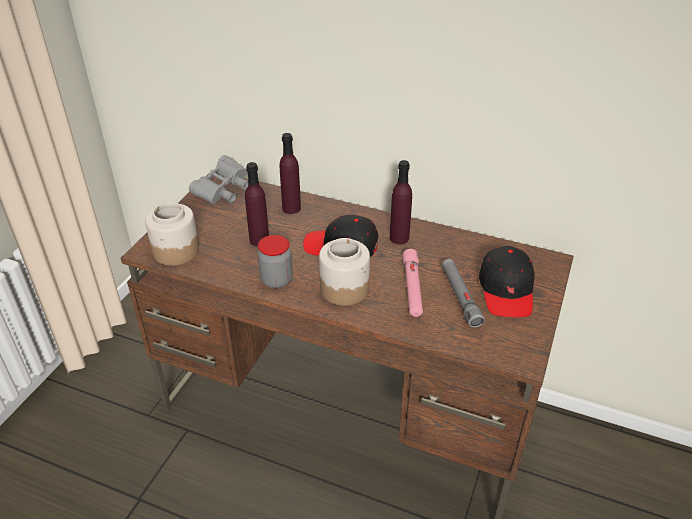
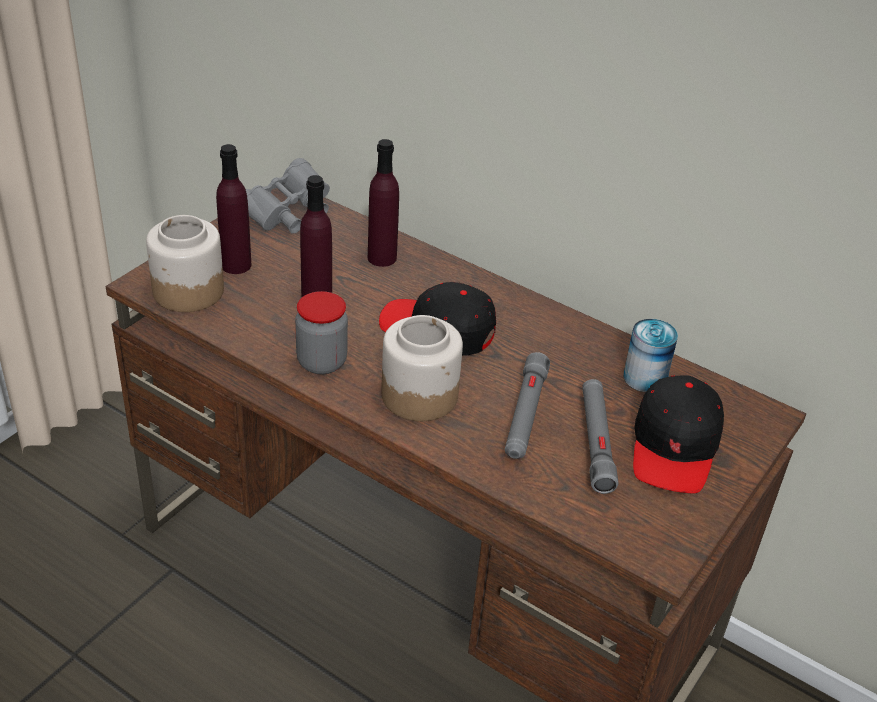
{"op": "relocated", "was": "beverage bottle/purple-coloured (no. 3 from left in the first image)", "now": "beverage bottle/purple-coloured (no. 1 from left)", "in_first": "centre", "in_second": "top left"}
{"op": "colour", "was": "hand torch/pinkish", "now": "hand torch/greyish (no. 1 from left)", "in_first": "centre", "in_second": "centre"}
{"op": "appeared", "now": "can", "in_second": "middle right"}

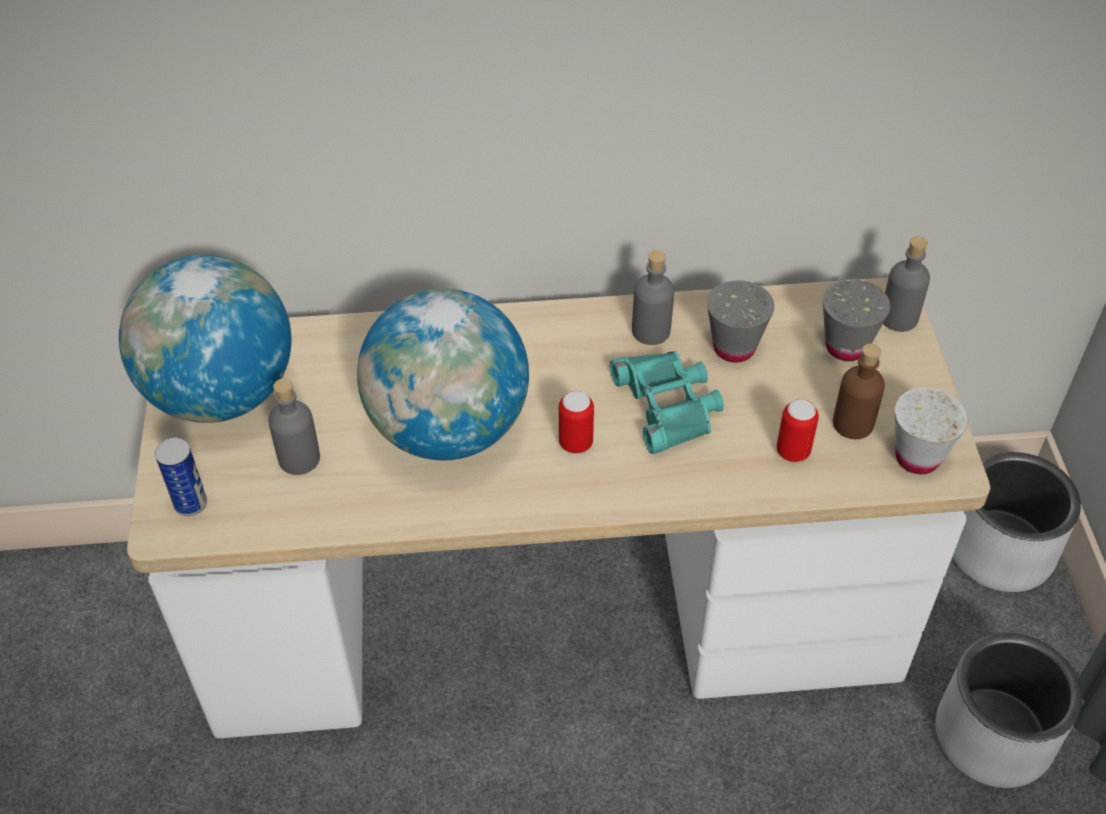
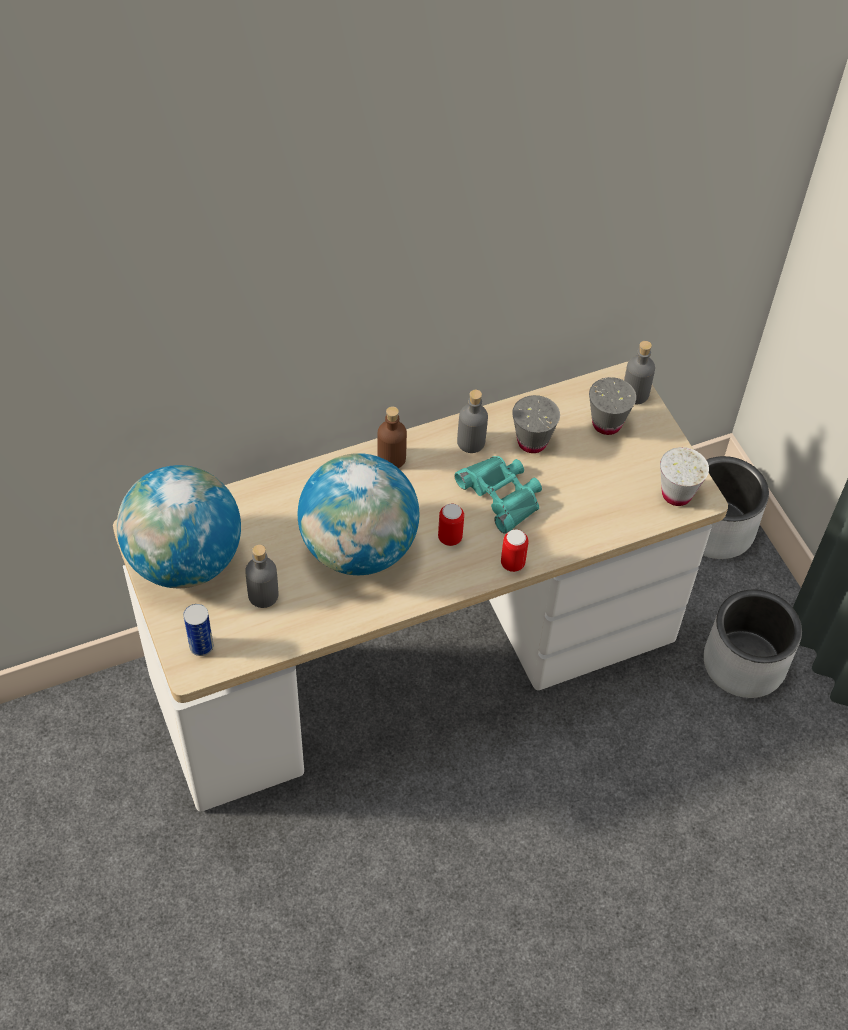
{"op": "relocated", "was": "can (no. 3 from left)", "in_first": "middle right", "in_second": "centre"}
{"op": "relocated", "was": "beverage bottle/brownish", "in_first": "middle right", "in_second": "centre"}

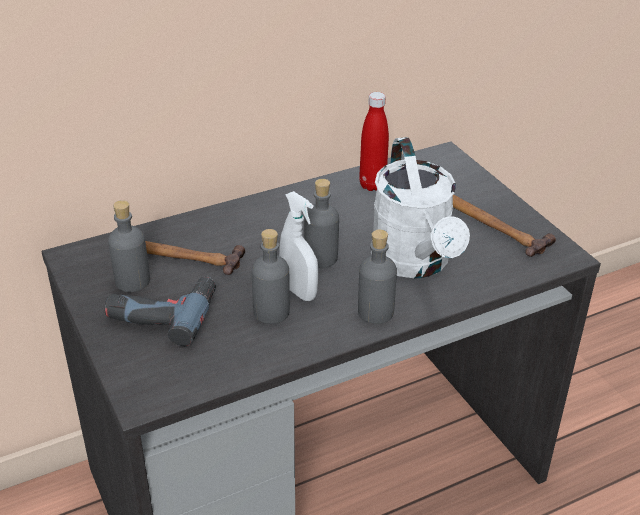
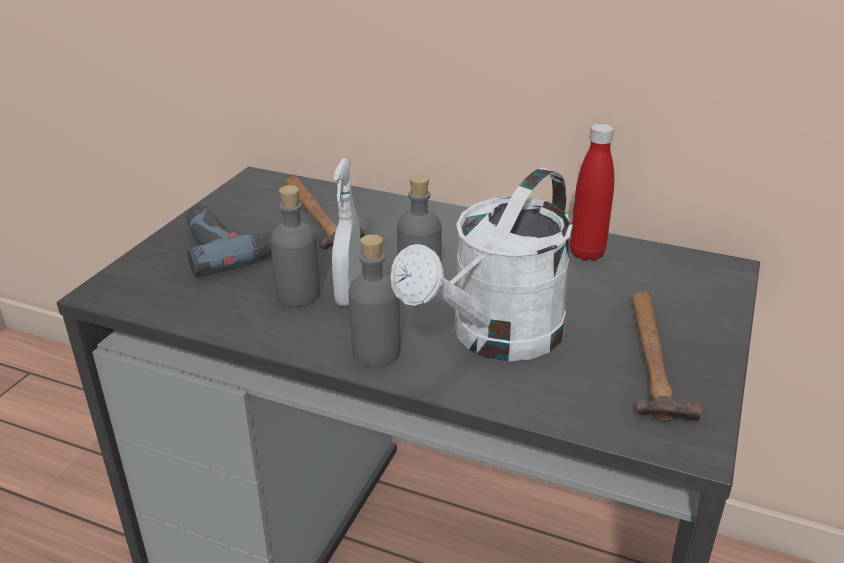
{"op": "missing", "was": "beverage bottle/greyish (no. 1 from left)", "in_first": "middle left"}

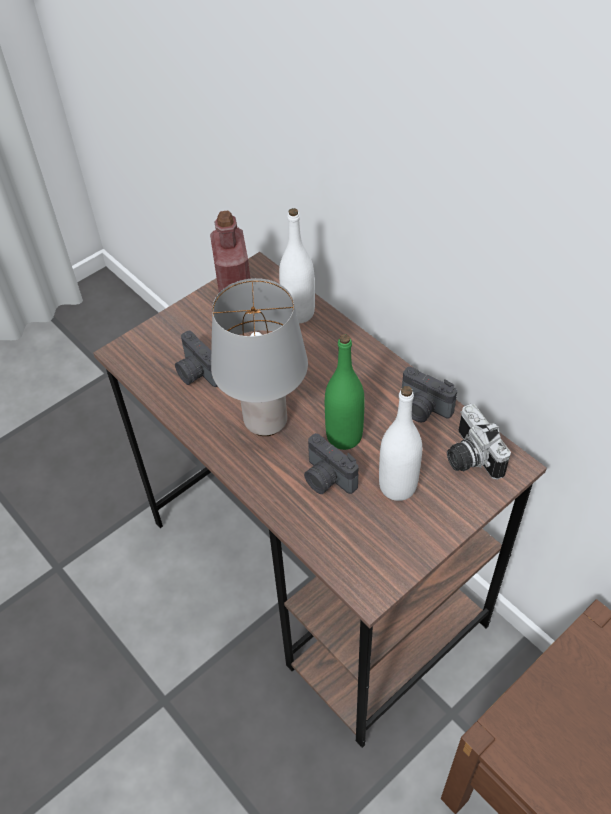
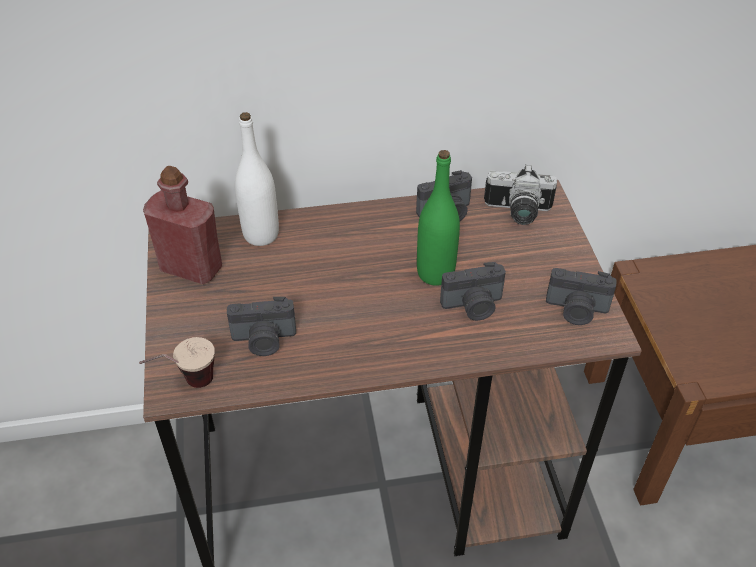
{"op": "missing", "was": "table lamp/greyish", "in_first": "centre"}
{"op": "missing", "was": "beverage bottle/white (no. 2 from left)", "in_first": "centre"}
{"op": "appeared", "now": "cup", "in_second": "middle left"}
{"op": "appeared", "now": "photo camera (no. 5 from left)", "in_second": "middle right"}

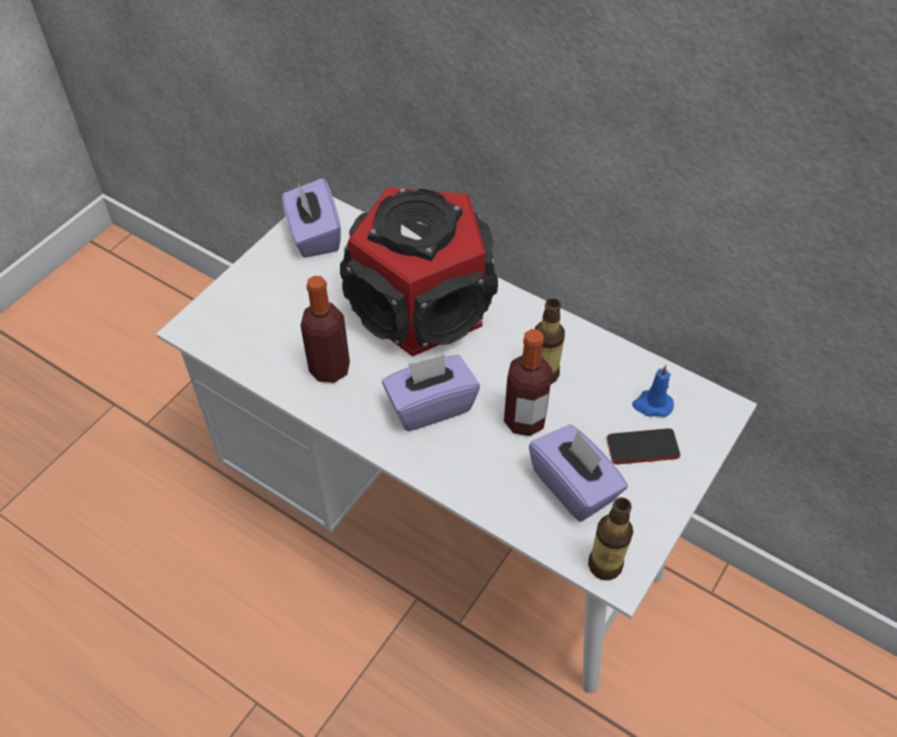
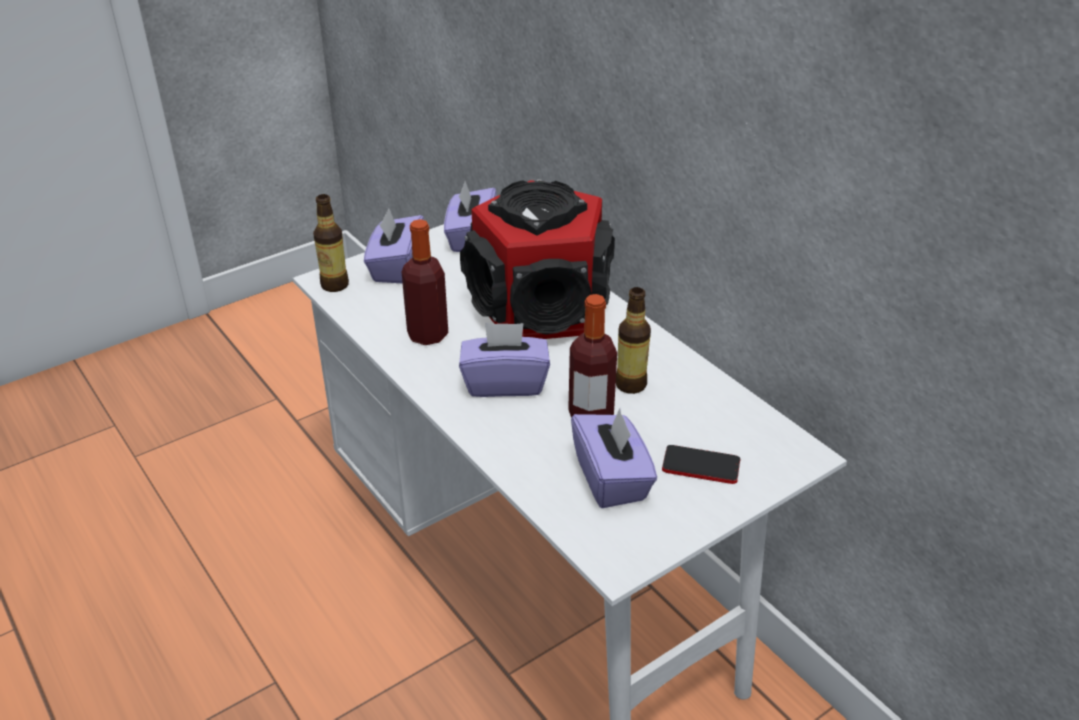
{"op": "relocated", "was": "beverage bottle (no. 4 from left in the first image)", "now": "beverage bottle (no. 1 from left)", "in_first": "bottom right", "in_second": "middle left"}
{"op": "missing", "was": "candle/bluish", "in_first": "middle right"}
{"op": "appeared", "now": "box of tissues/purple-coloured (no. 1 from left)", "in_second": "centre"}

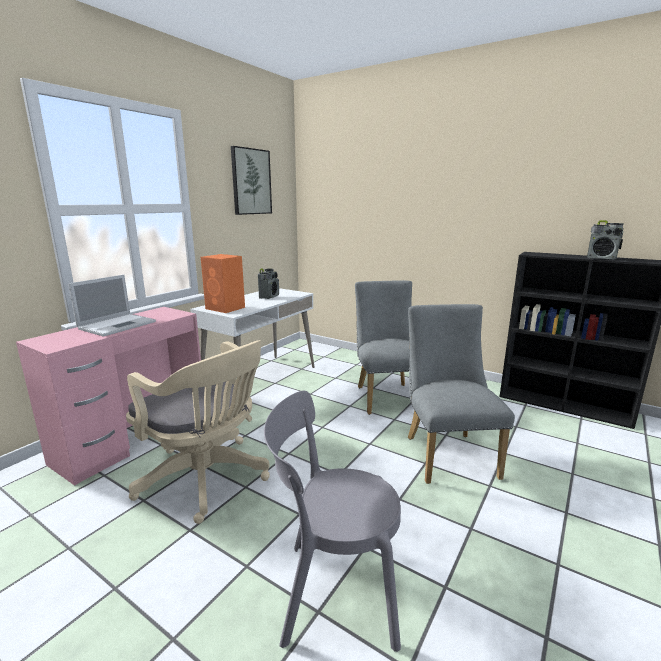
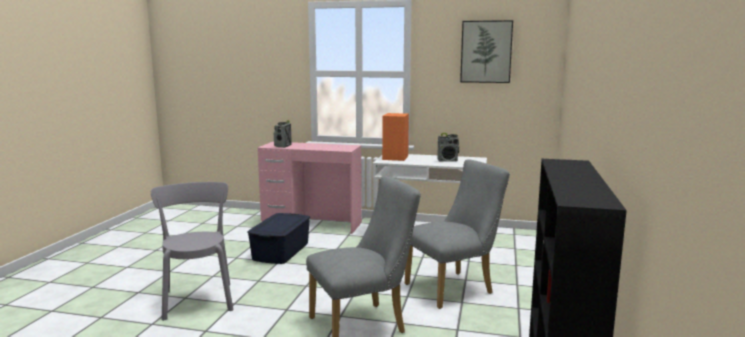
{"op": "missing", "was": "laptop", "in_first": "middle left"}
{"op": "exchanged", "was": "desk chair/beige-coloured", "now": "storage bin/bluish", "in_first": "middle left", "in_second": "bottom centre"}
{"op": "relocated", "was": "radio (no. 2 from left in the first image)", "now": "radio (no. 1 from left)", "in_first": "middle right", "in_second": "centre"}

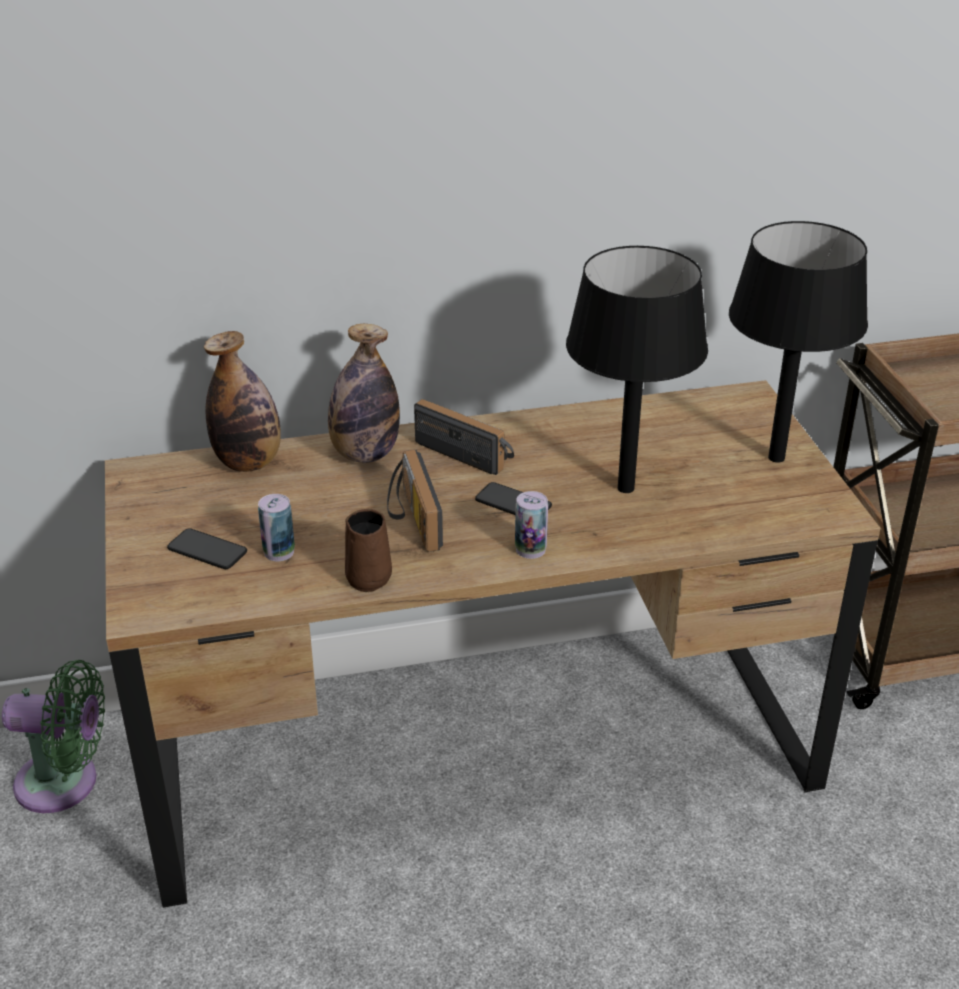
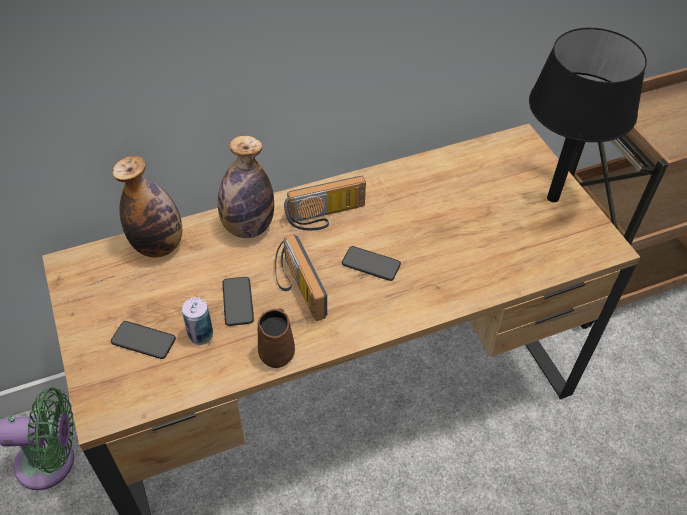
{"op": "spun", "was": "radio (no. 2 from left)", "in_first": "centre", "in_second": "centre", "clockwise": 135}
{"op": "missing", "was": "can (no. 2 from left)", "in_first": "centre"}
{"op": "missing", "was": "table lamp/black (no. 1 from left)", "in_first": "centre"}
{"op": "appeared", "now": "handset (no. 2 from left)", "in_second": "centre"}

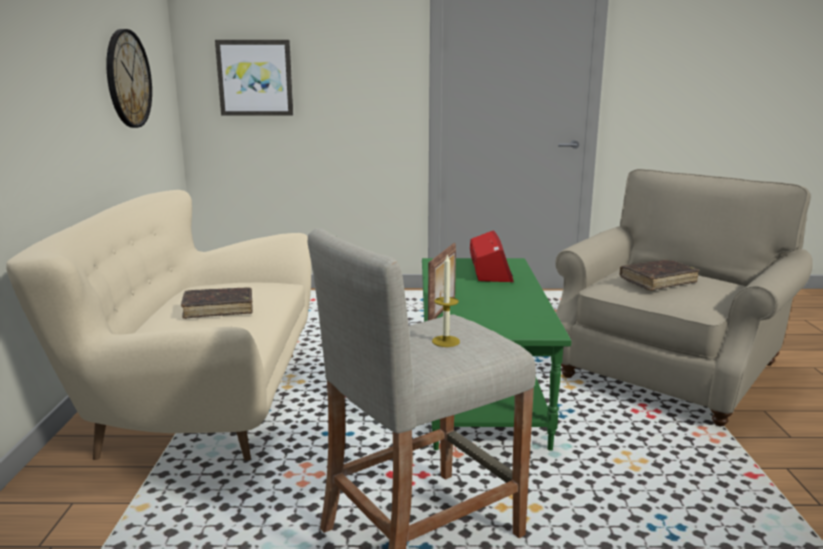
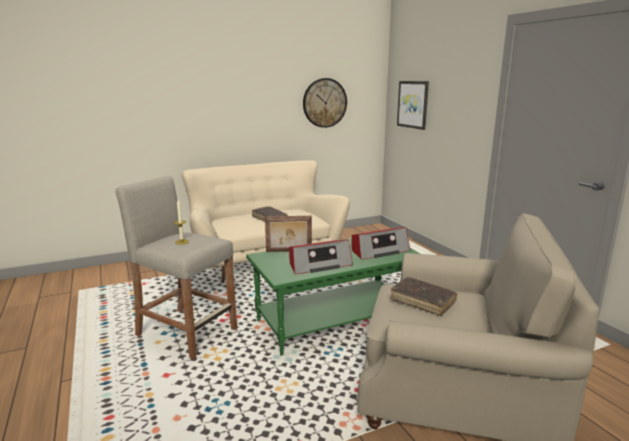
{"op": "appeared", "now": "radio (no. 1 from left)", "in_second": "centre"}

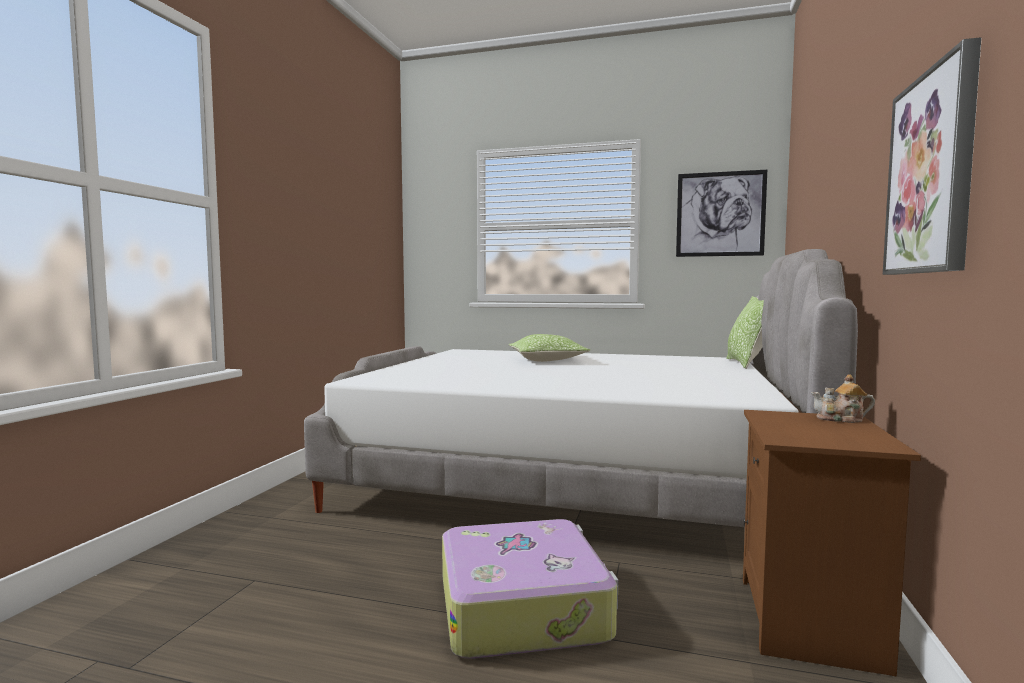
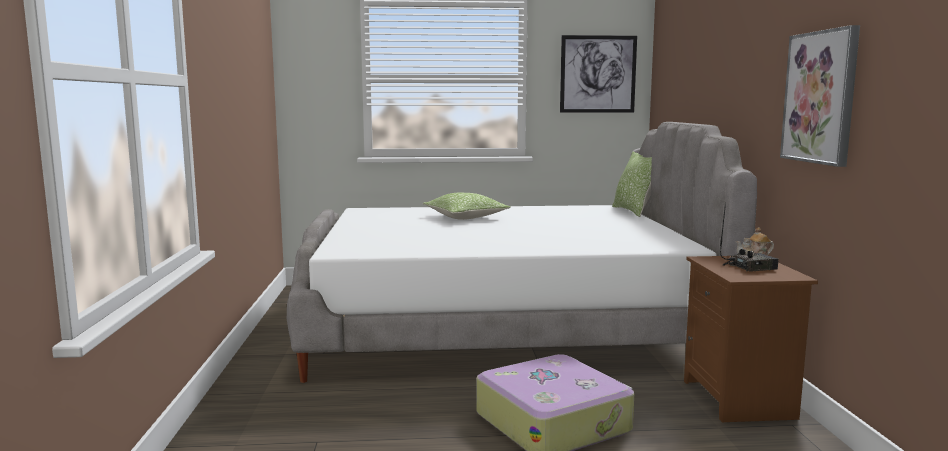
{"op": "appeared", "now": "radio", "in_second": "middle right"}

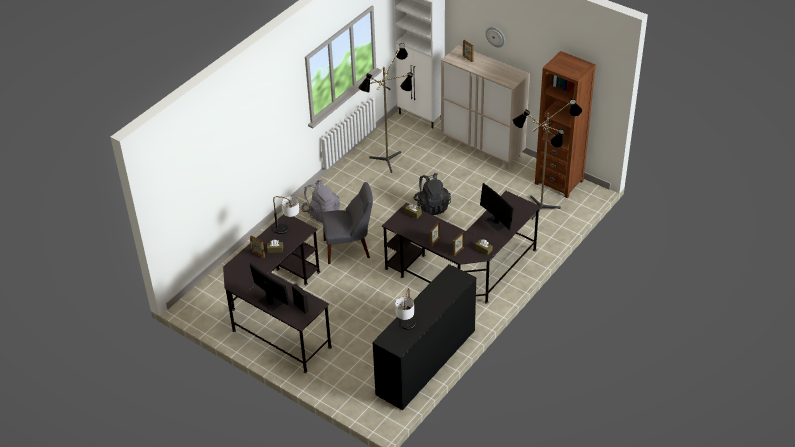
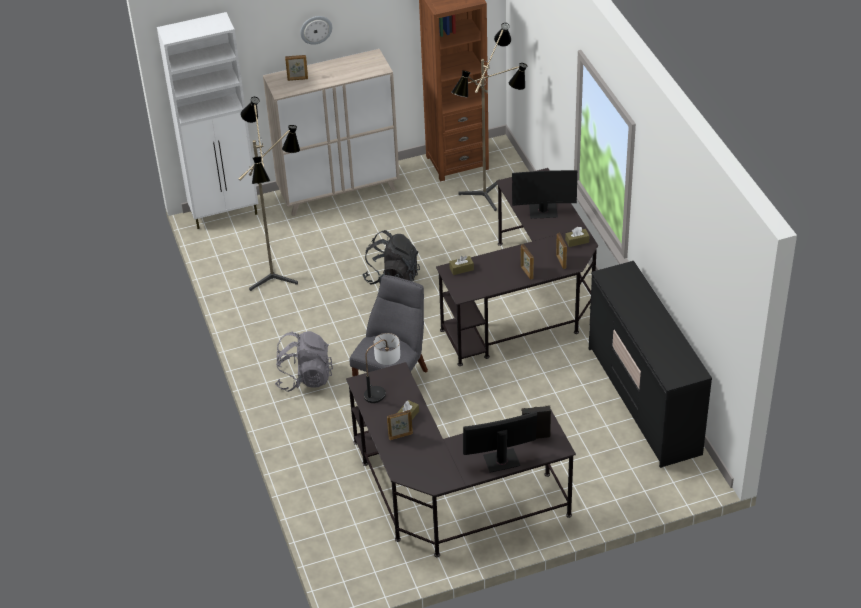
{"op": "missing", "was": "table lamp (no. 2 from left)", "in_first": "bottom centre"}

